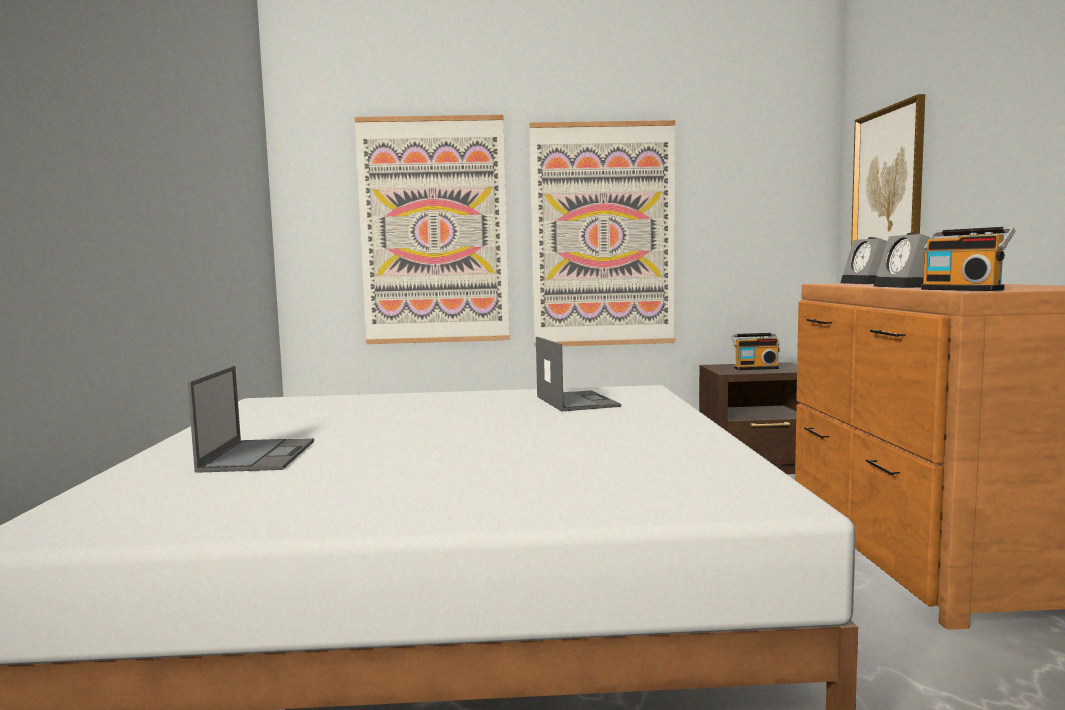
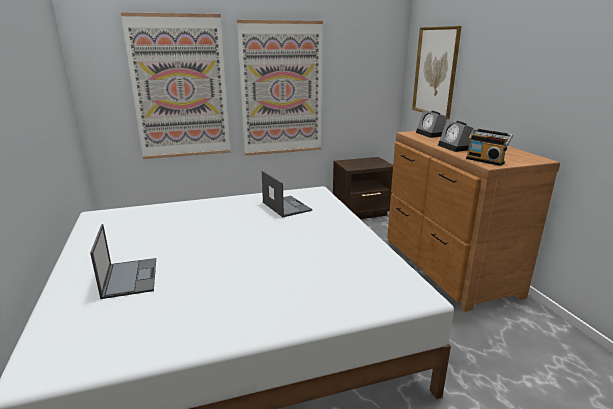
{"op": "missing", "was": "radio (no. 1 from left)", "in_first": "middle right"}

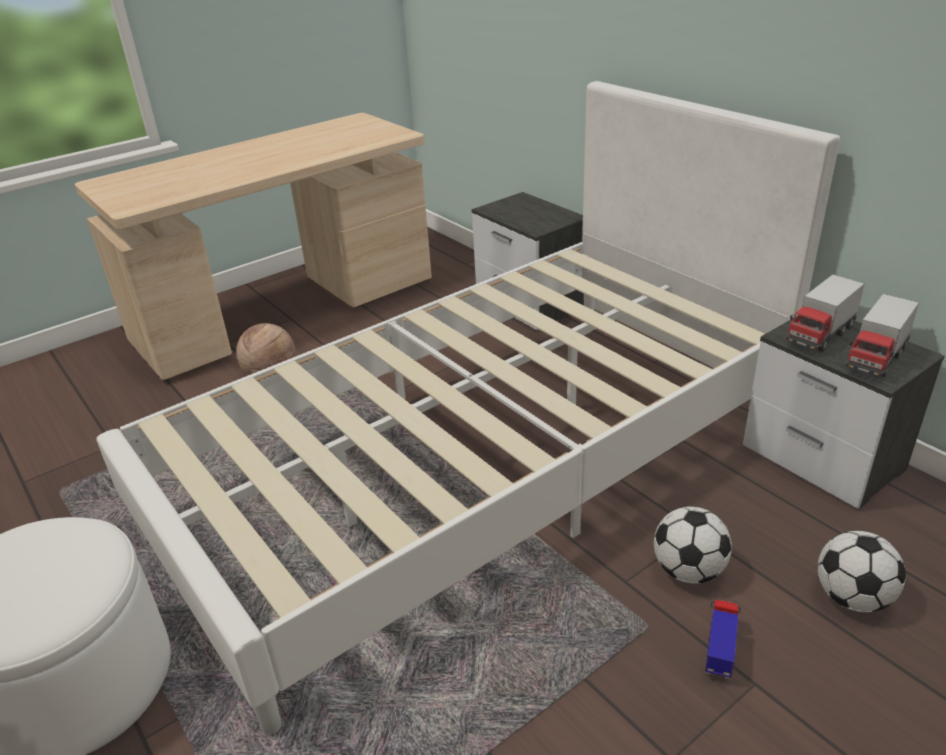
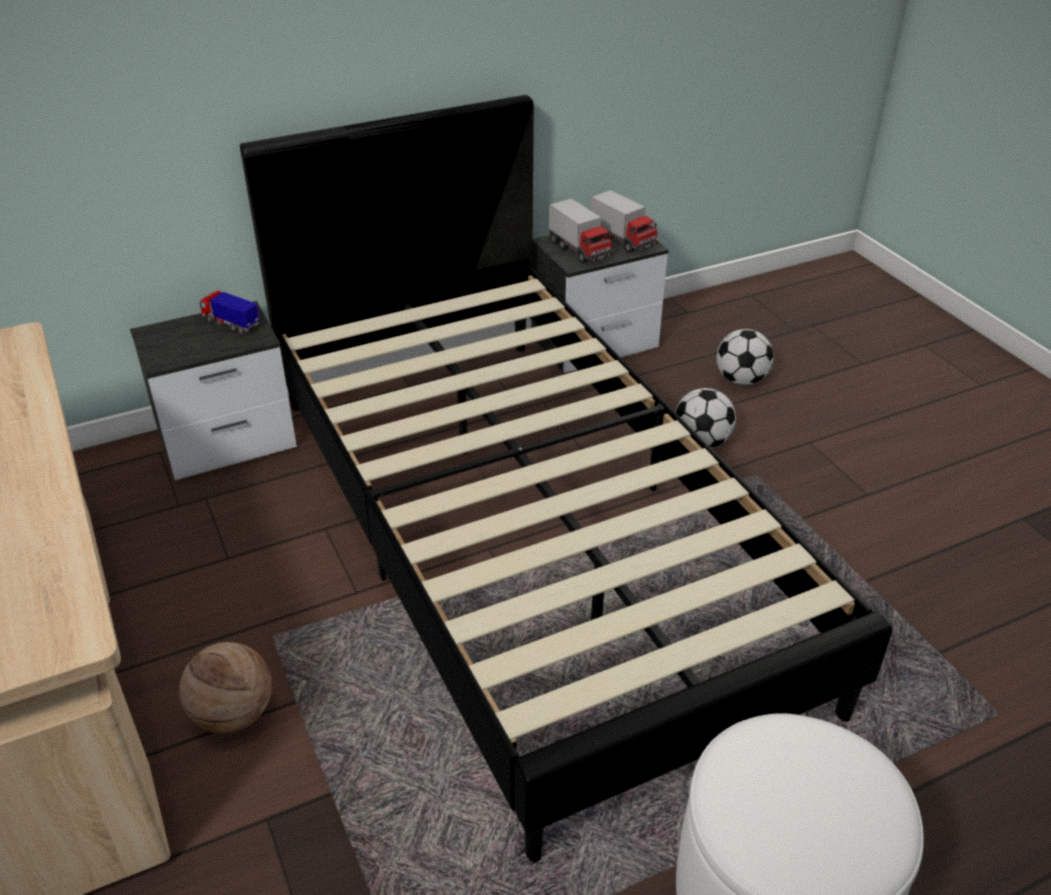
{"op": "colour", "was": "bedroom bed/white", "now": "bedroom bed/black", "in_first": "centre", "in_second": "centre"}
{"op": "relocated", "was": "toy lorry (no. 1 from left)", "in_first": "bottom right", "in_second": "middle left"}

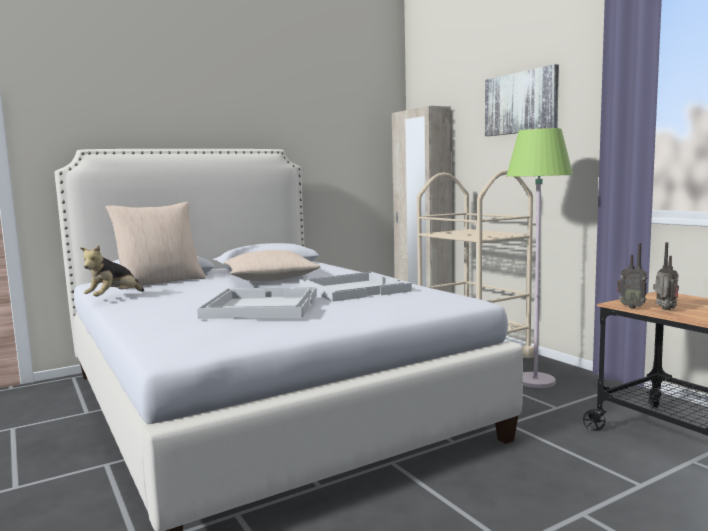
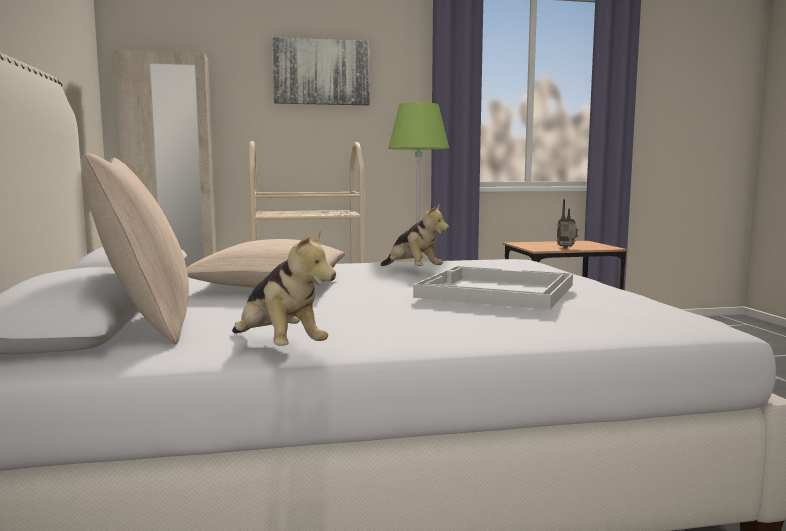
{"op": "exchanged", "was": "tray/white (no. 2 from left)", "now": "soft toy (no. 2 from left)", "in_first": "centre", "in_second": "centre"}
{"op": "missing", "was": "radio (no. 1 from left)", "in_first": "middle right"}

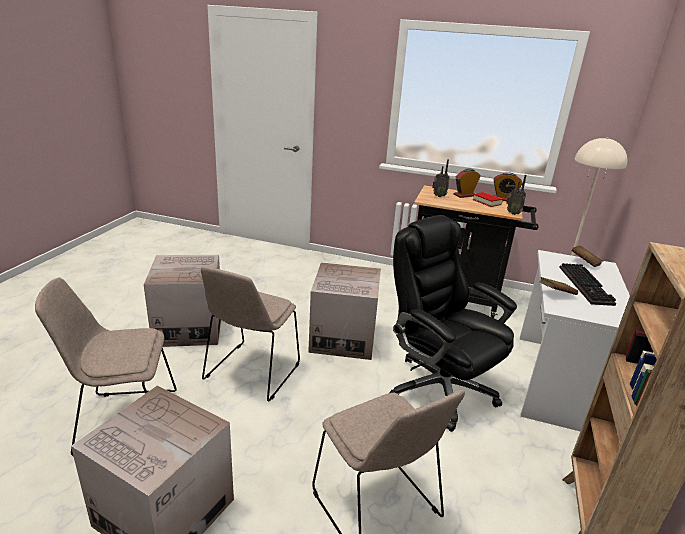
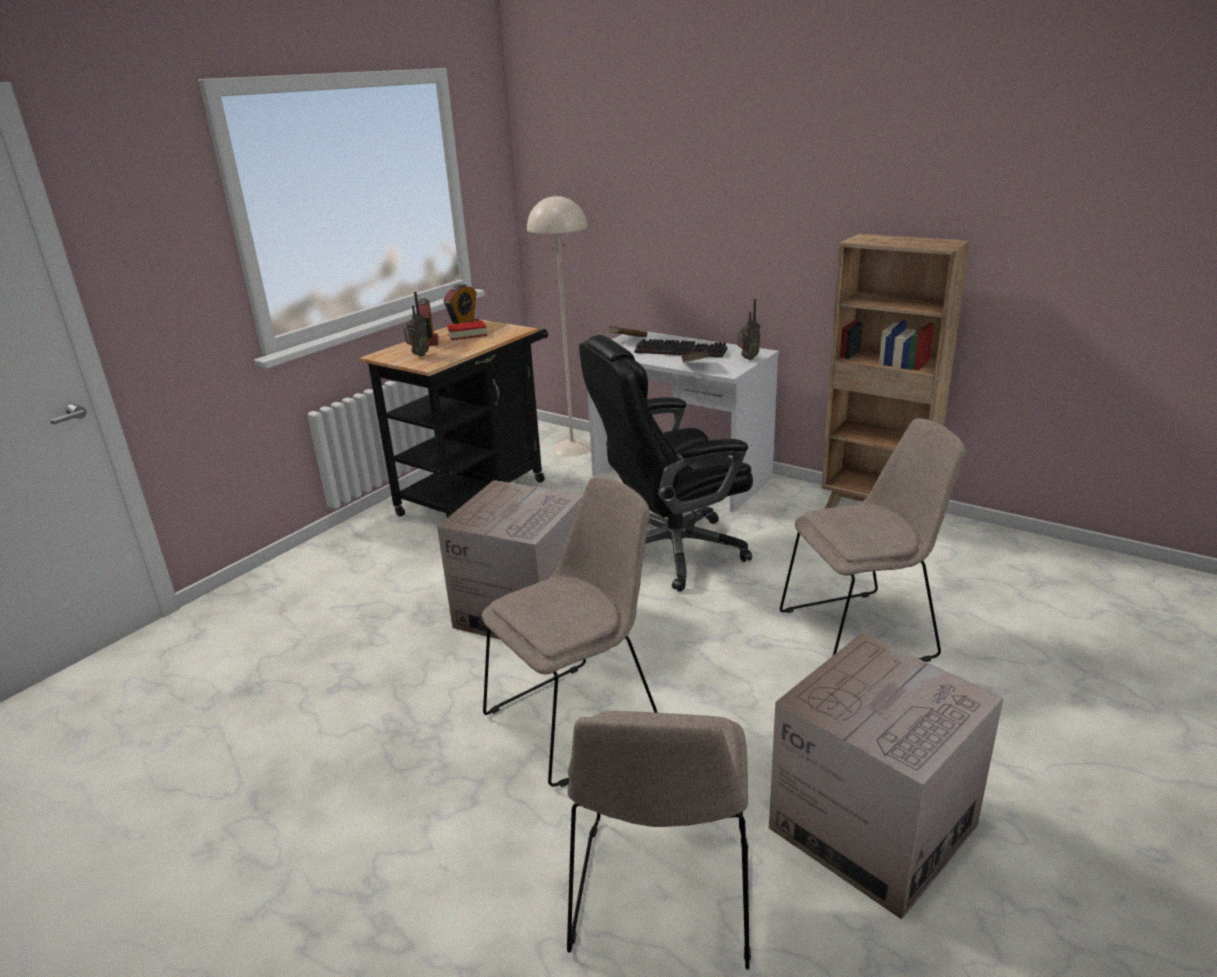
{"op": "missing", "was": "carton (no. 2 from left)", "in_first": "middle left"}
{"op": "spun", "was": "upright chair/beige-coloured (no. 2 from left in the first image)", "in_first": "centre", "in_second": "centre", "clockwise": -75}
{"op": "relocated", "was": "radio (no. 2 from left)", "in_first": "middle right", "in_second": "centre"}

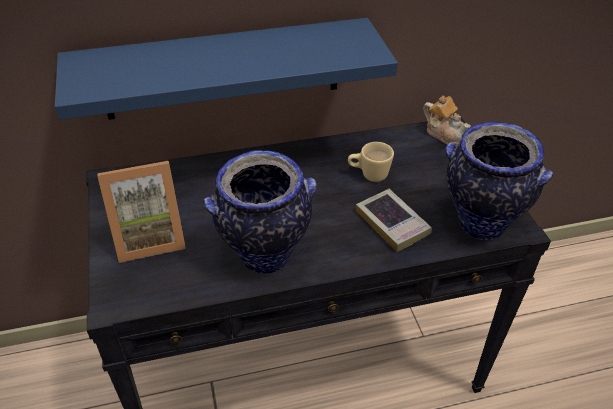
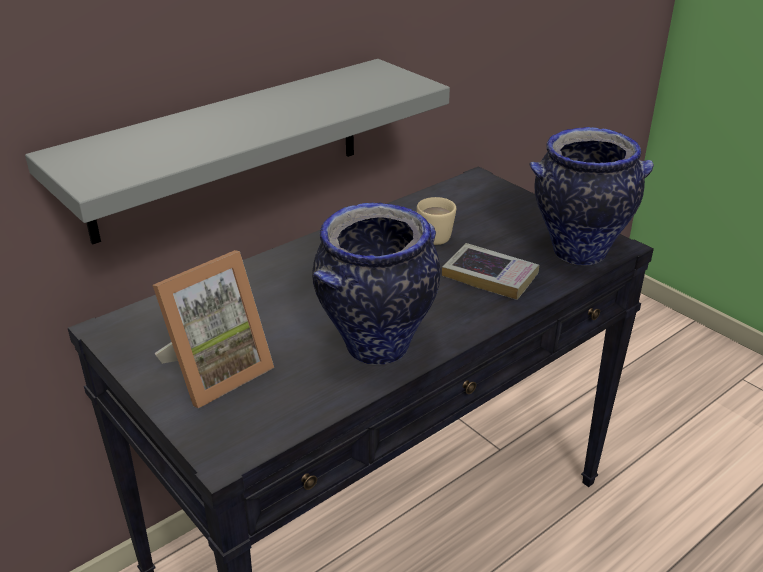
{"op": "colour", "was": "bracket shelf/bluish", "now": "bracket shelf/greyish", "in_first": "top centre", "in_second": "top left"}
{"op": "missing", "was": "teapot", "in_first": "top right"}

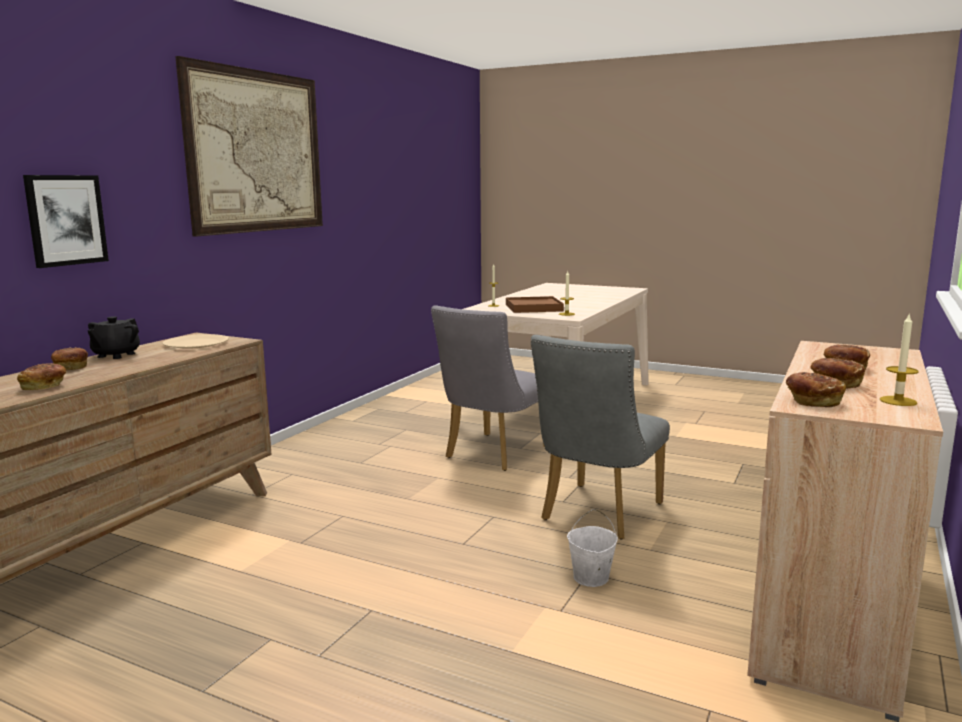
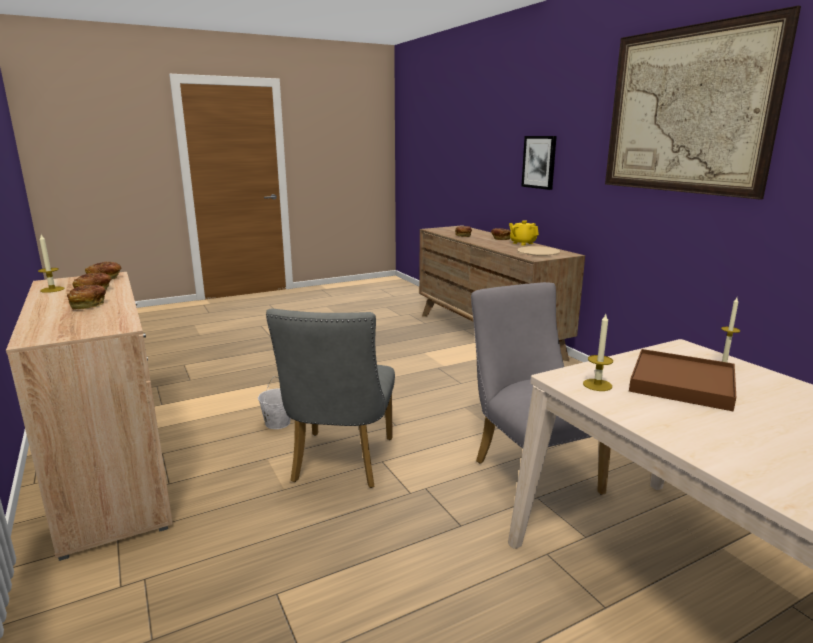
{"op": "colour", "was": "teapot/black", "now": "teapot/yellow-coloured", "in_first": "middle left", "in_second": "centre"}
{"op": "spun", "was": "upright chair/greyish (no. 2 from left in the first image)", "in_first": "centre", "in_second": "centre", "clockwise": -150}

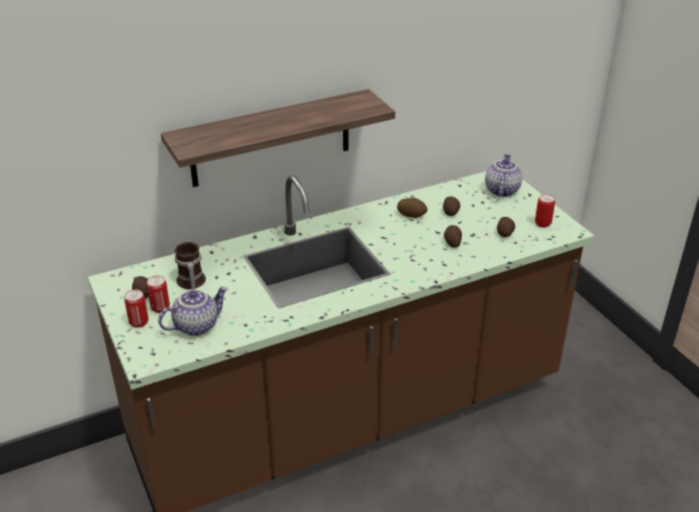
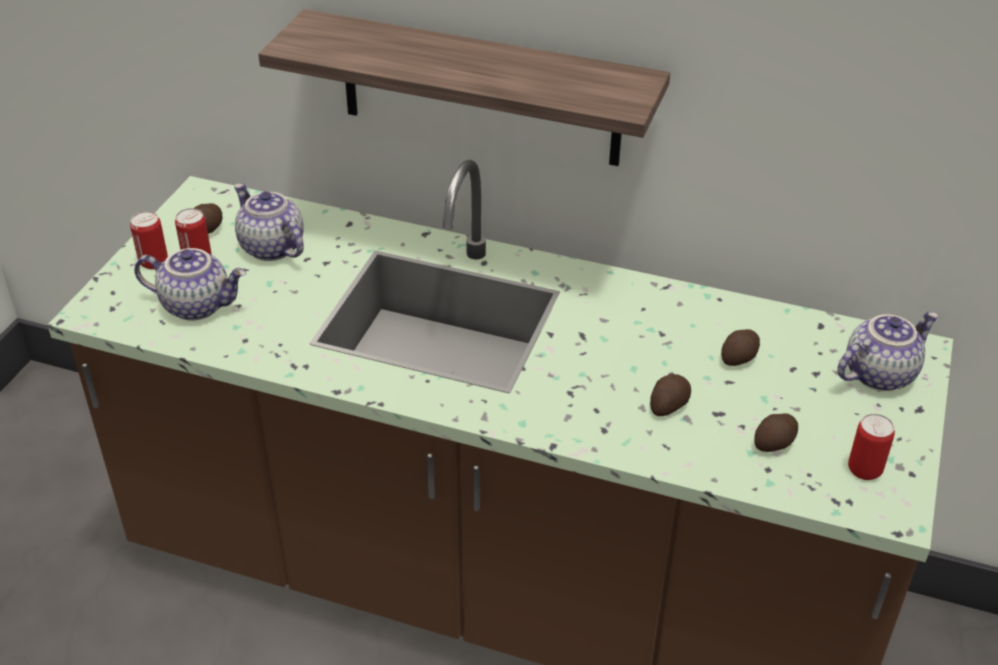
{"op": "exchanged", "was": "mug", "now": "teapot (no. 2 from left)", "in_first": "middle left", "in_second": "middle left"}
{"op": "missing", "was": "potato (no. 2 from left)", "in_first": "centre"}

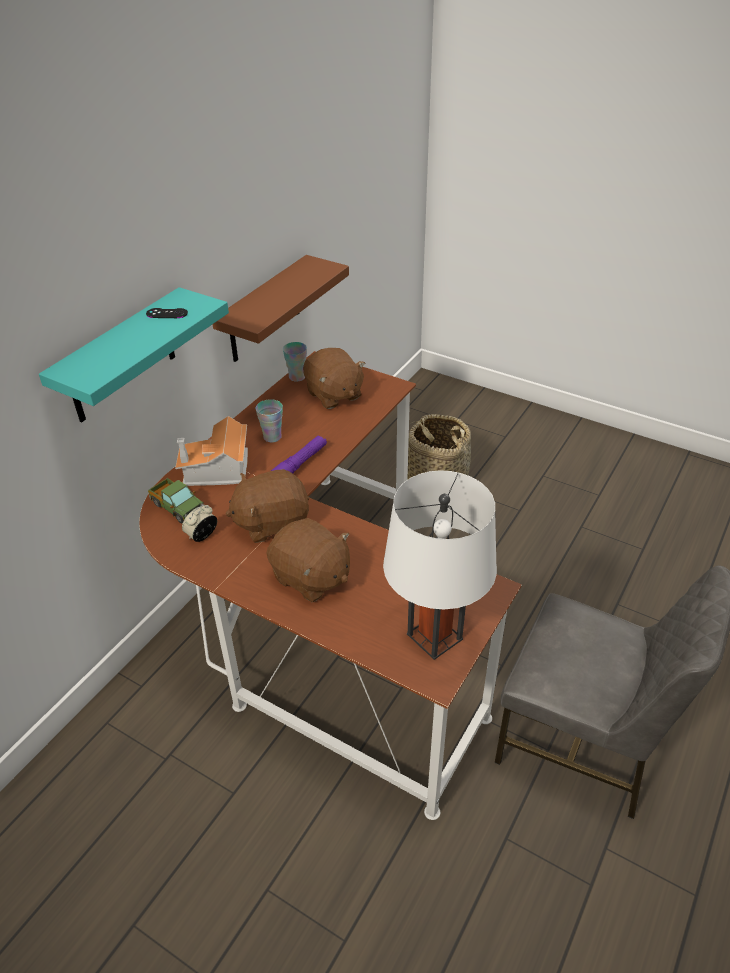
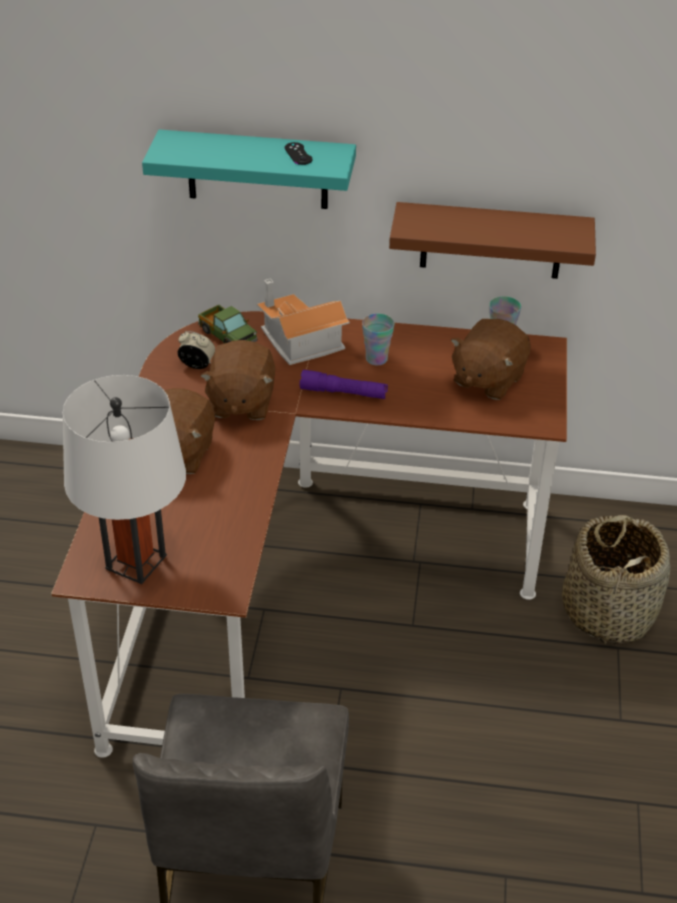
{"op": "spun", "was": "toy lorry", "in_first": "middle left", "in_second": "centre", "clockwise": -60}
{"op": "spun", "was": "soft toy/brownish (no. 1 from left in the first image)", "in_first": "centre", "in_second": "centre", "clockwise": -135}

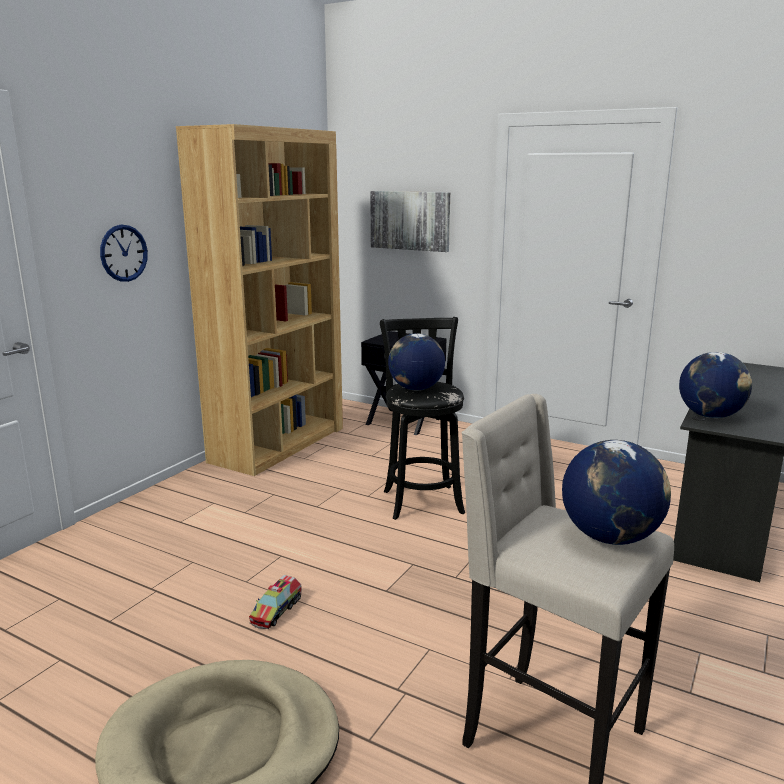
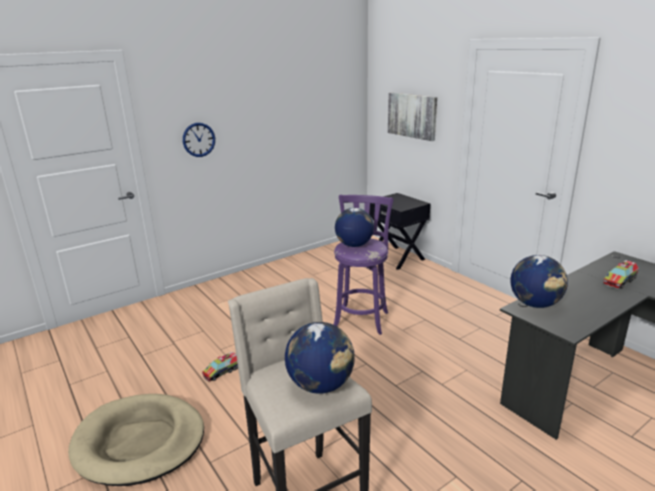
{"op": "missing", "was": "bookcase/brownish", "in_first": "middle left"}
{"op": "colour", "was": "sitting stool/black", "now": "sitting stool/purple-coloured", "in_first": "centre", "in_second": "centre"}
{"op": "appeared", "now": "toy lorry (no. 2 from left)", "in_second": "middle right"}

